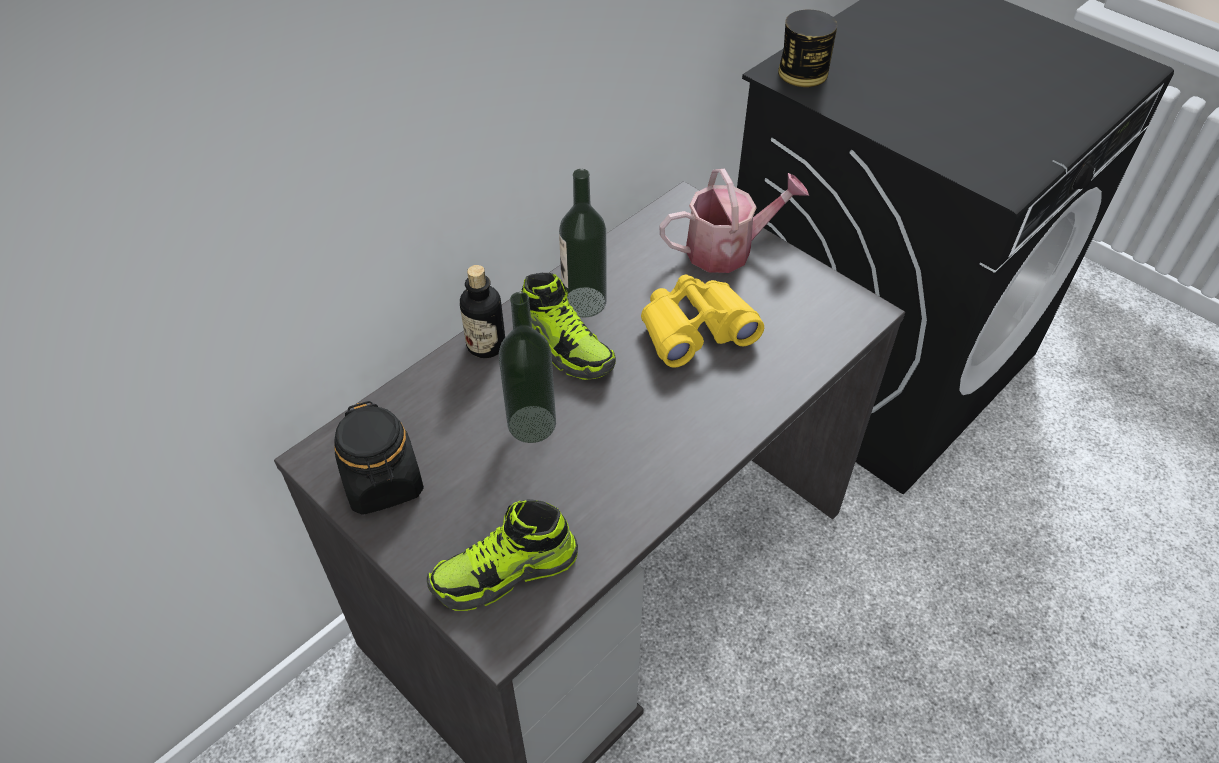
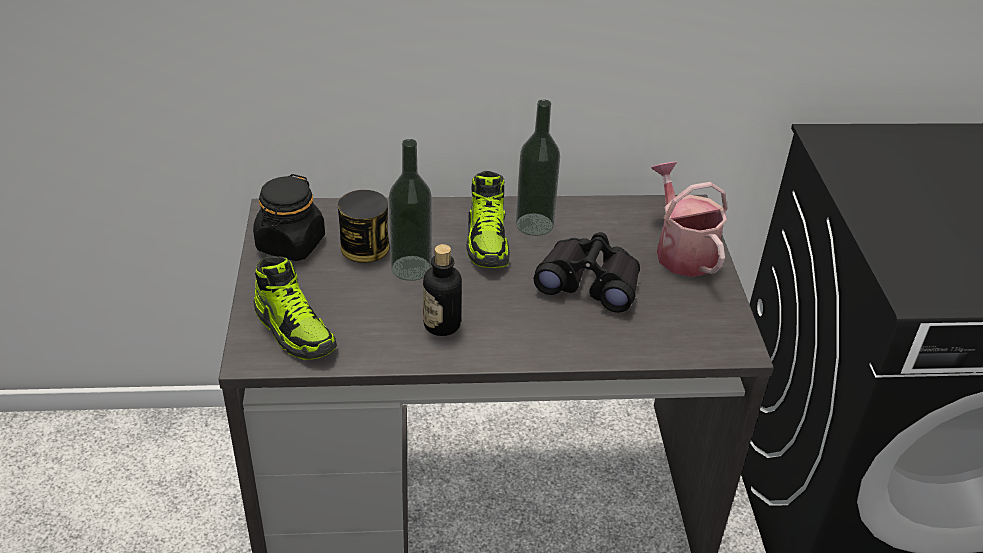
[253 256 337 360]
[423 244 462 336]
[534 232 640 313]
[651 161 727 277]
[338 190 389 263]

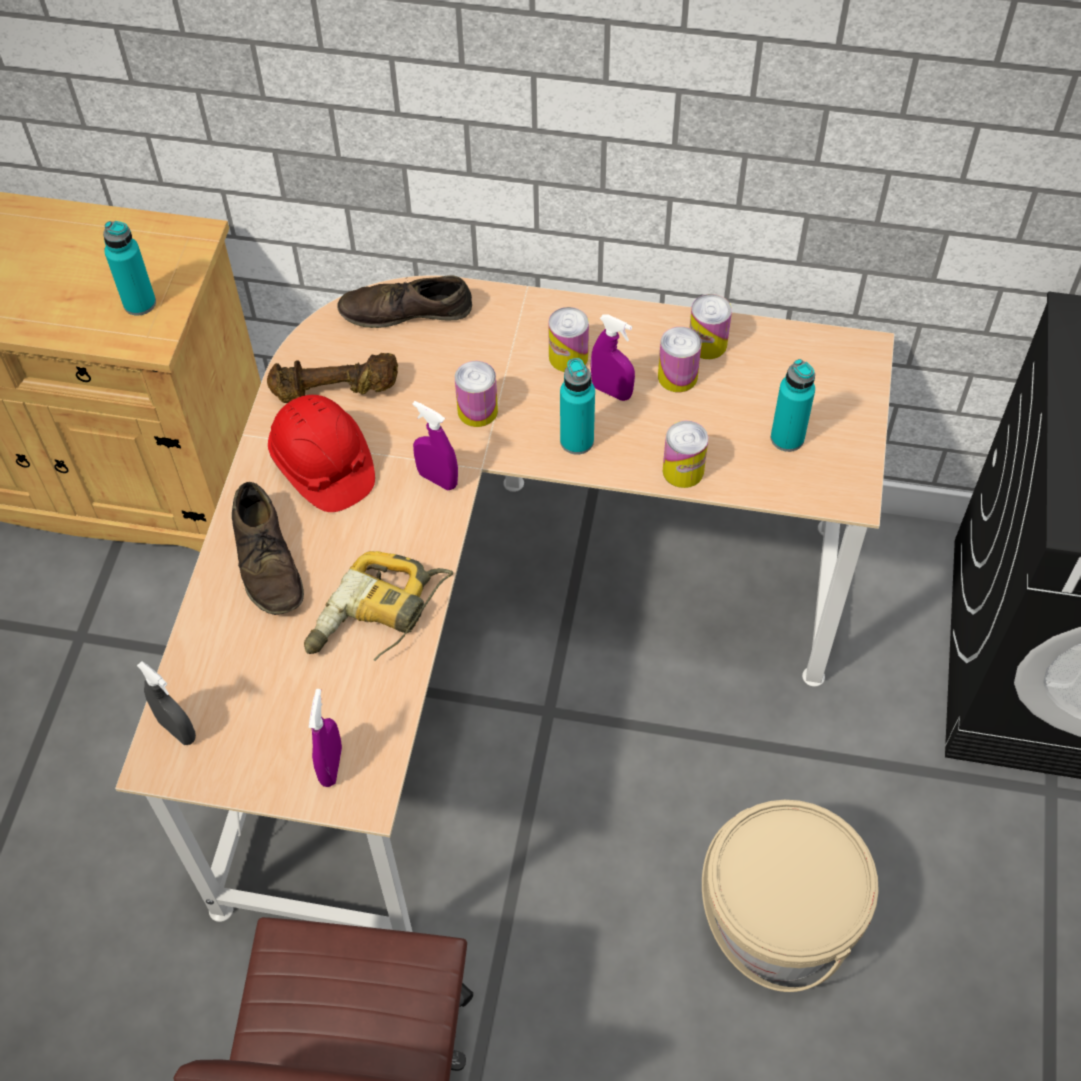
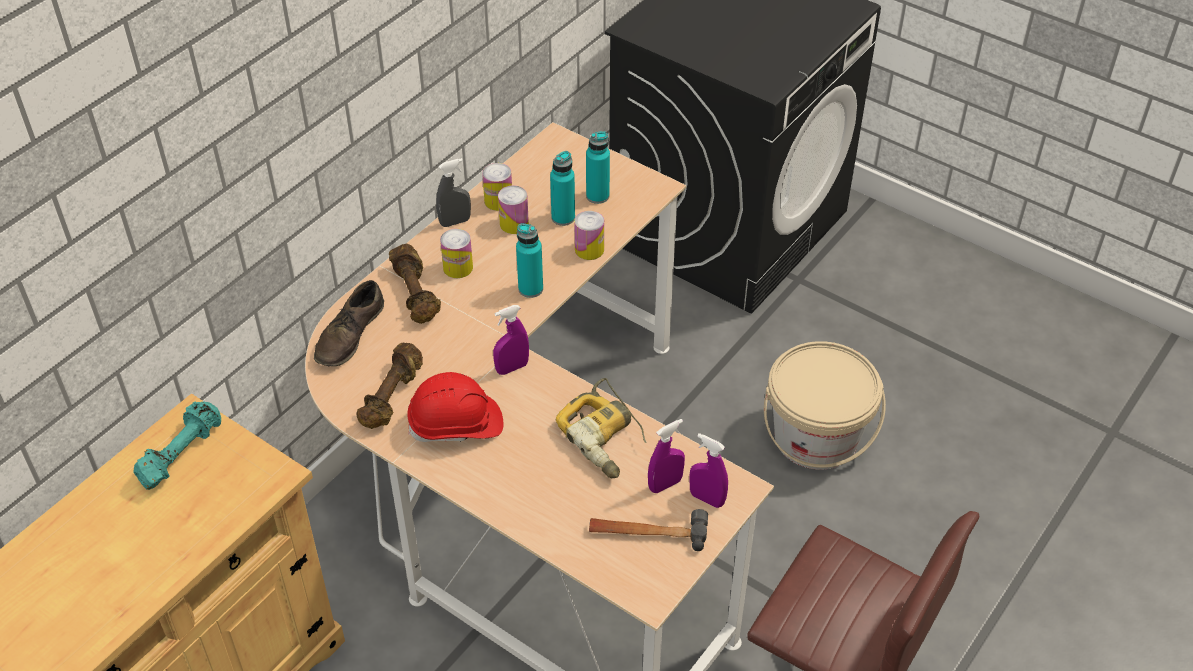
[550 151 575 226]
[436 158 471 227]
[232 482 304 615] (first image)
[455 361 498 427] (first image)
[648 419 685 493]
[133 402 221 490]
[389 244 441 324]
[589 509 708 551]

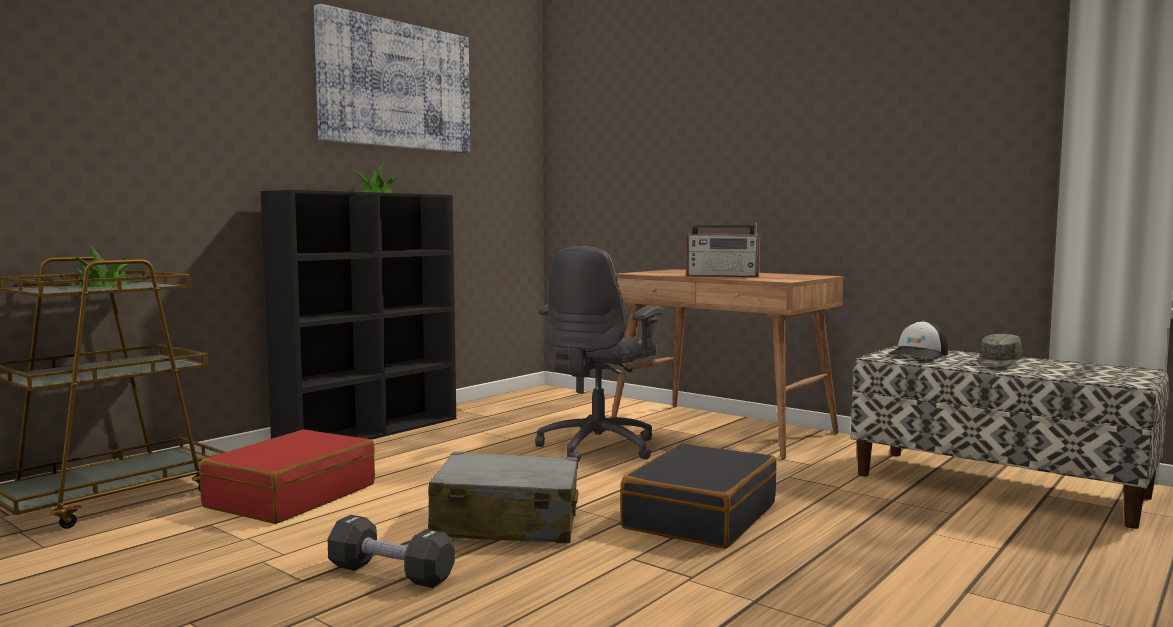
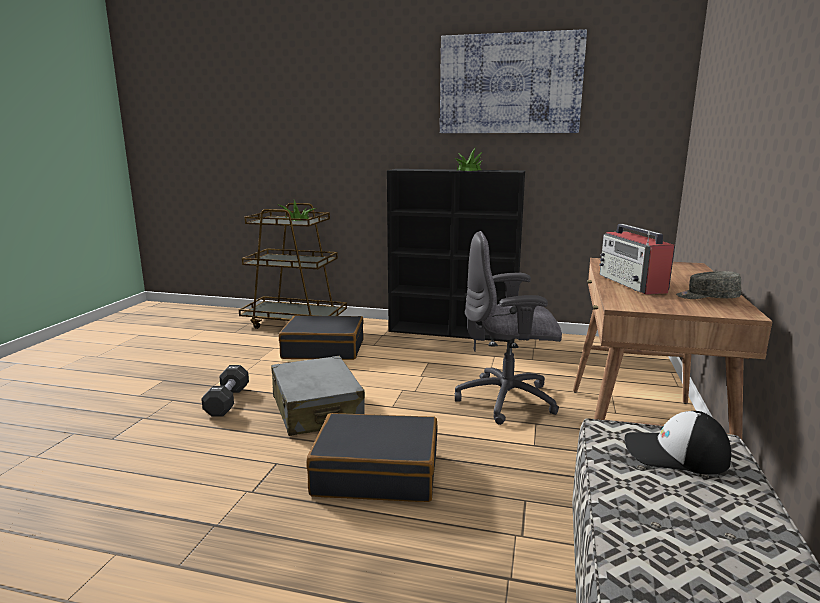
[279 316 364 360]
[676 271 741 299]

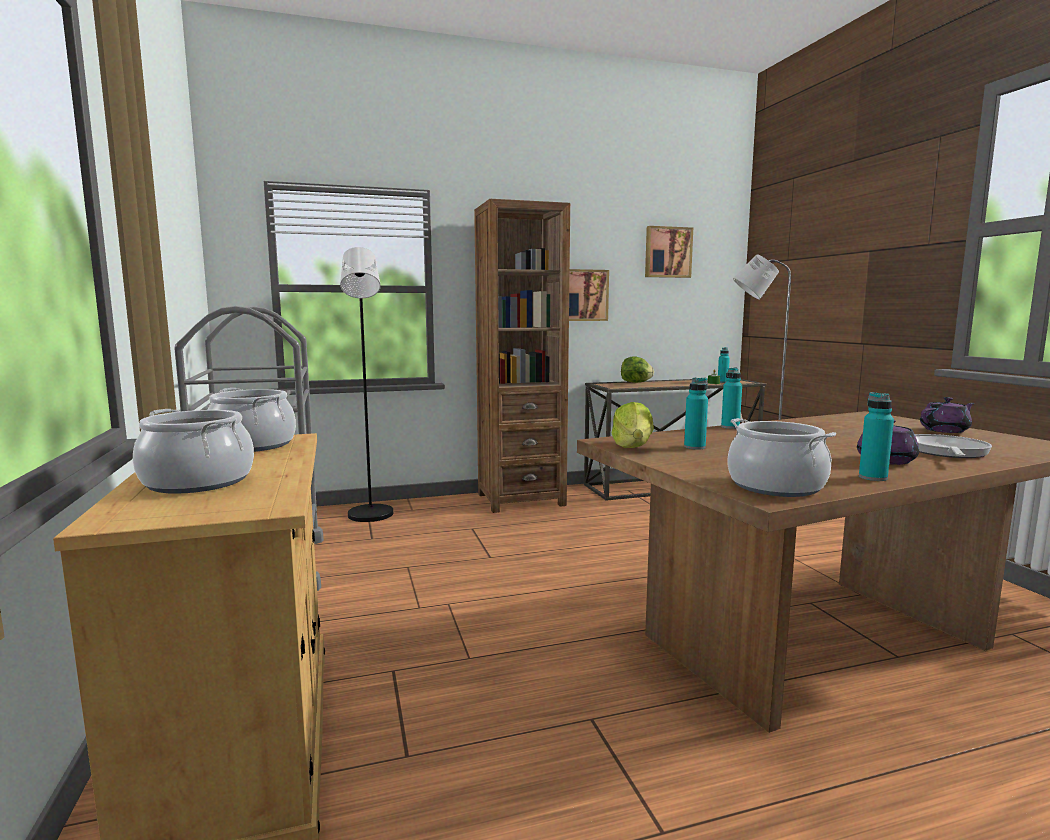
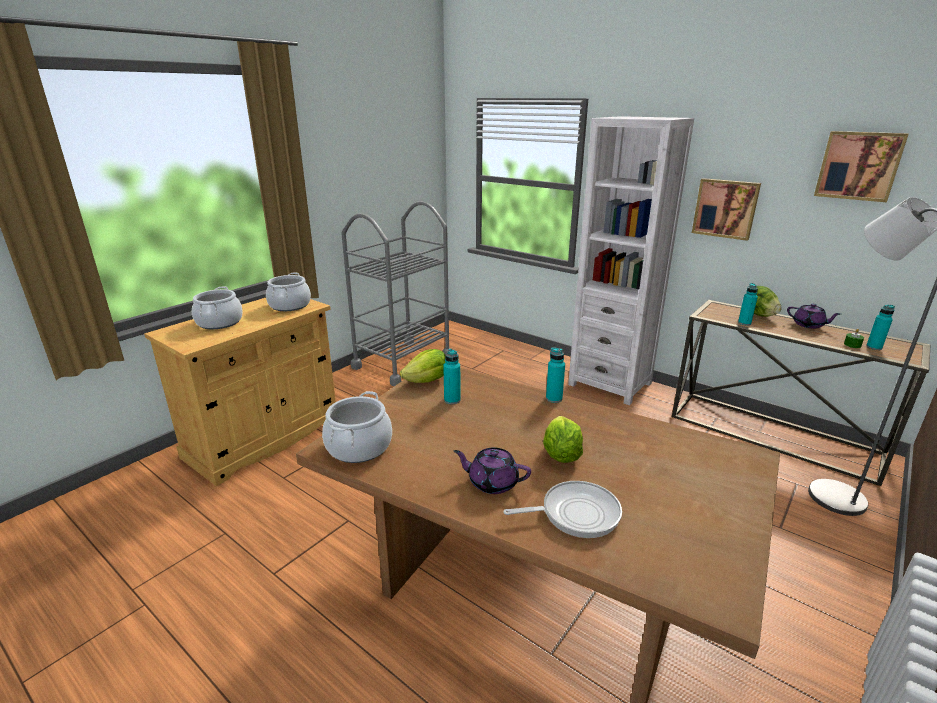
[340 247 393 522] (first image)
[568 116 694 405]
[738 283 758 326]
[787 304 841 329]
[543 416 583 463]

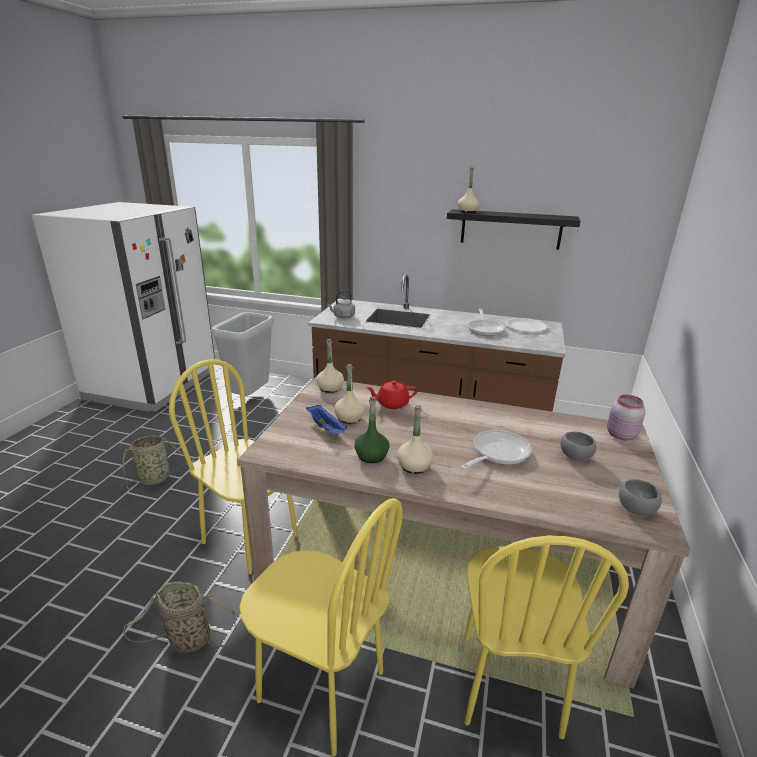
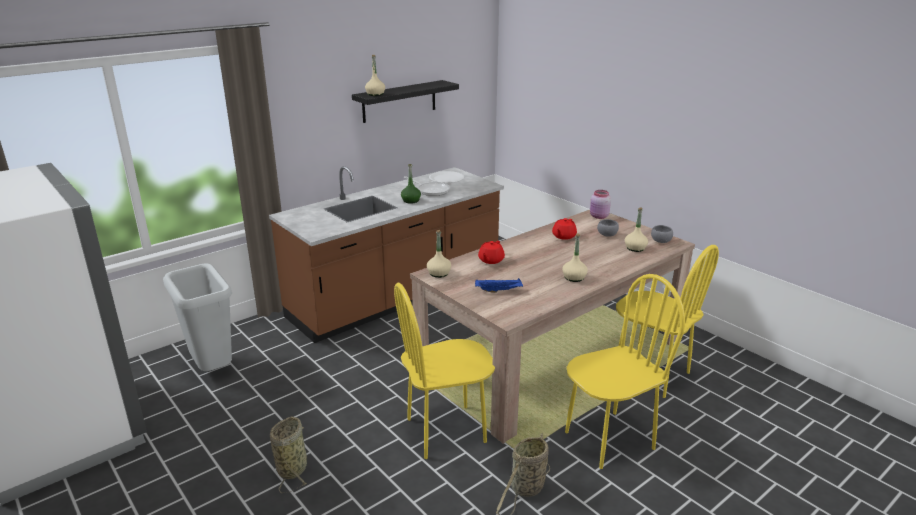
[327 290 355 319] (first image)
[625 207 648 252]
[401 164 421 204]
[460 430 532 470] (first image)
[552 218 577 240]

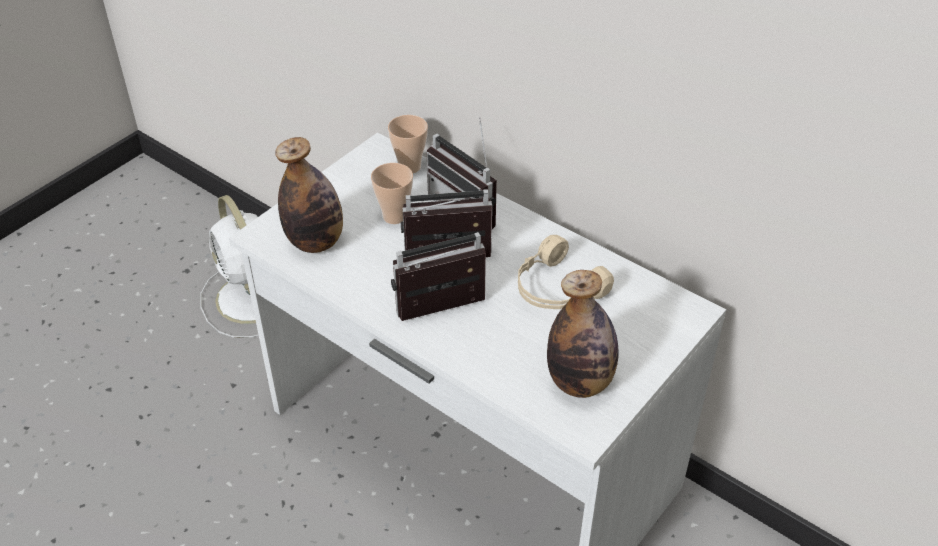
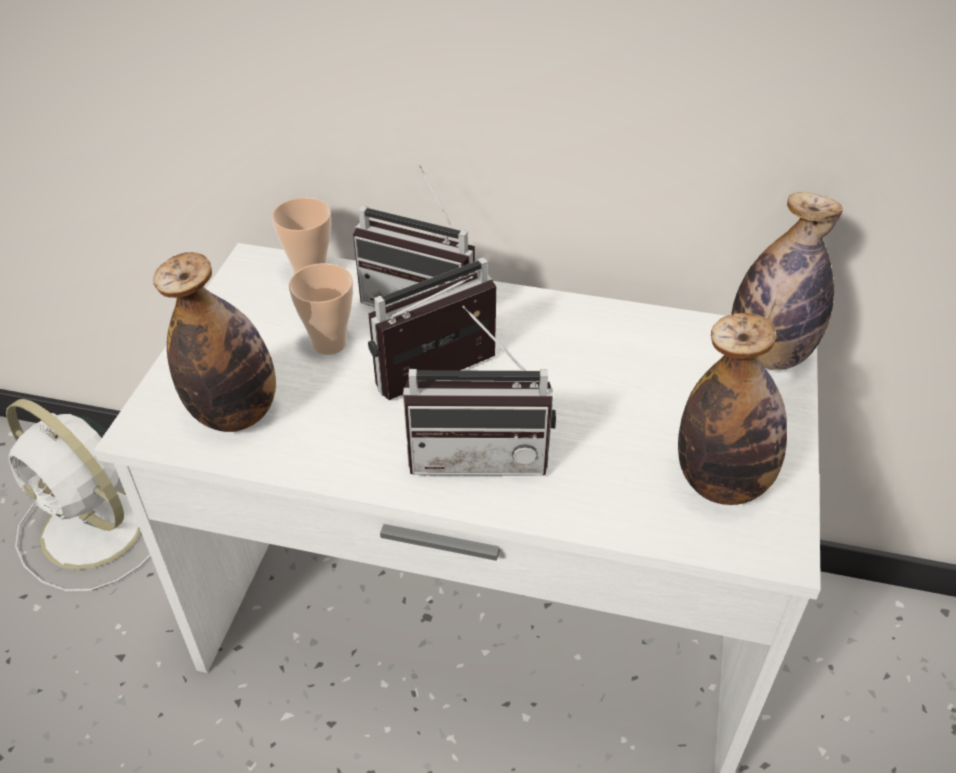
[403 305 556 476]
[518 235 614 309] (first image)
[731 192 843 370]

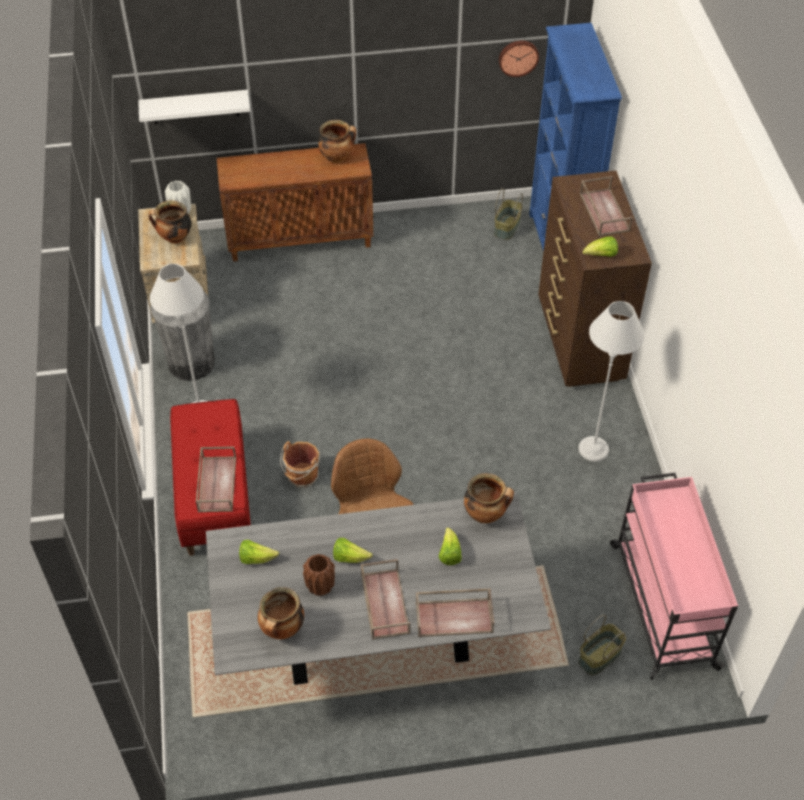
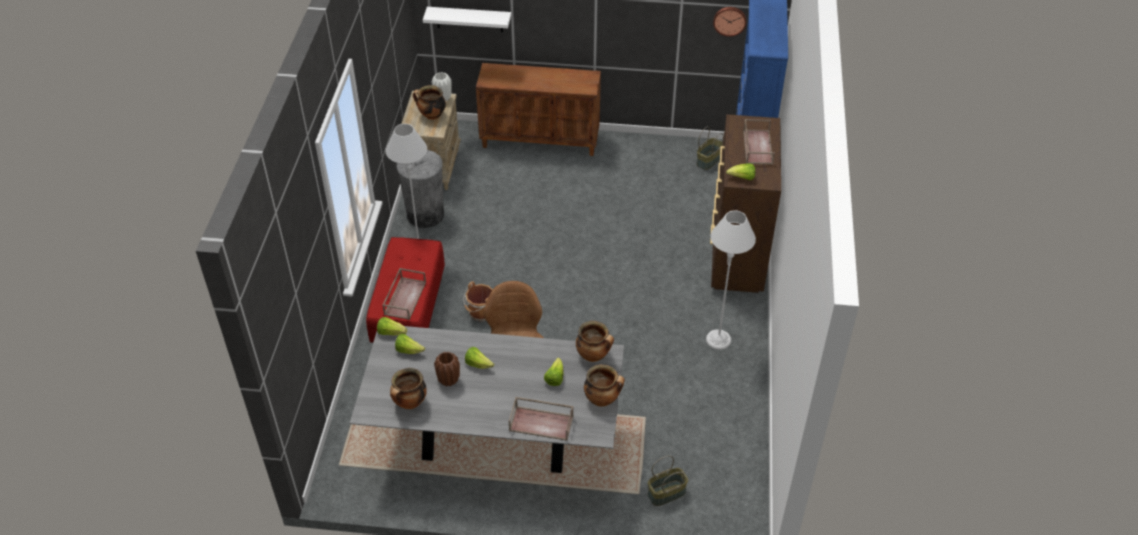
[584 364 625 407]
[361 559 410 640] (first image)
[610 473 738 680] (first image)
[377 317 407 336]

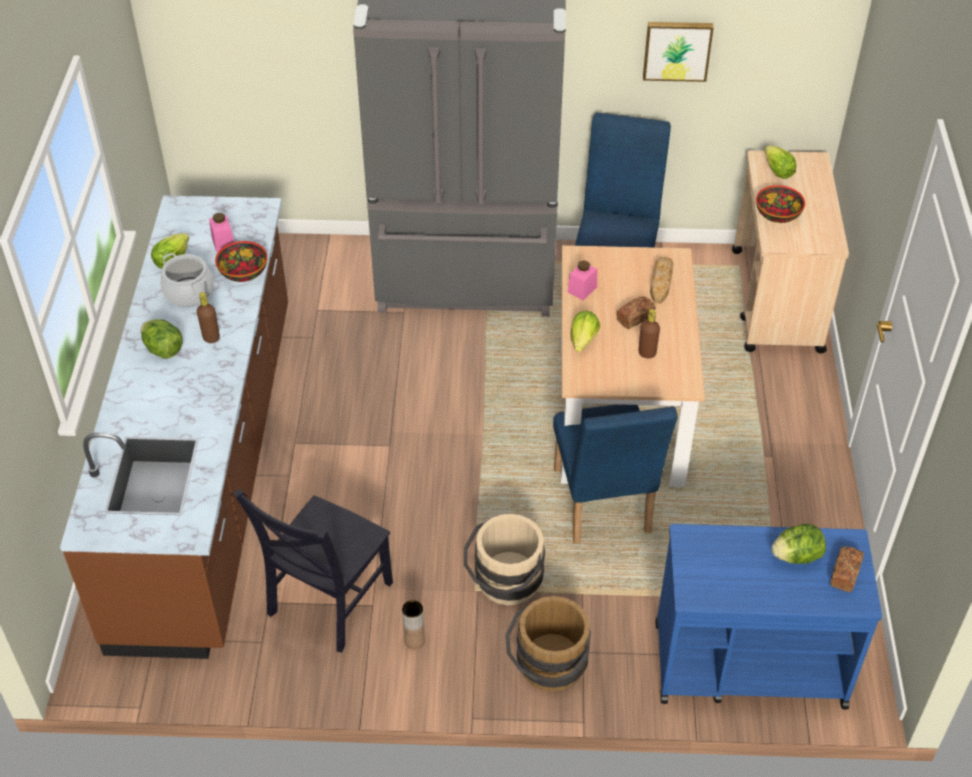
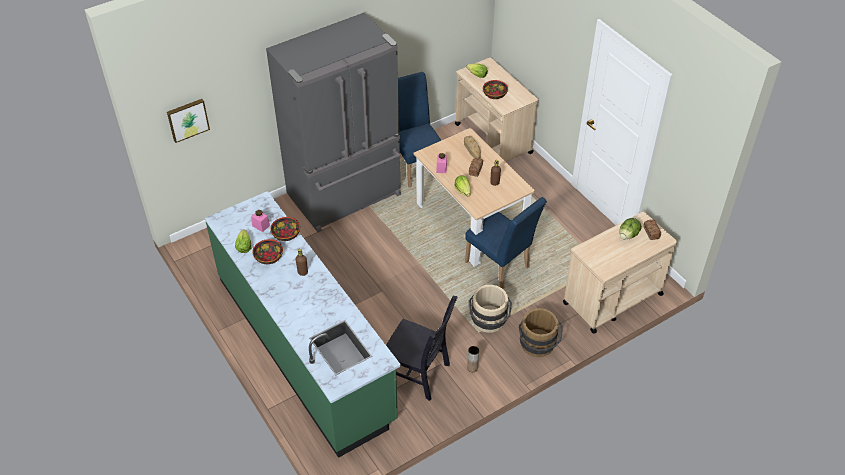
[205 191 401 458]
[141 319 183 359] (first image)
[253 239 283 264]
[386 296 458 401]
[167 99 210 143]
[563 211 677 334]

